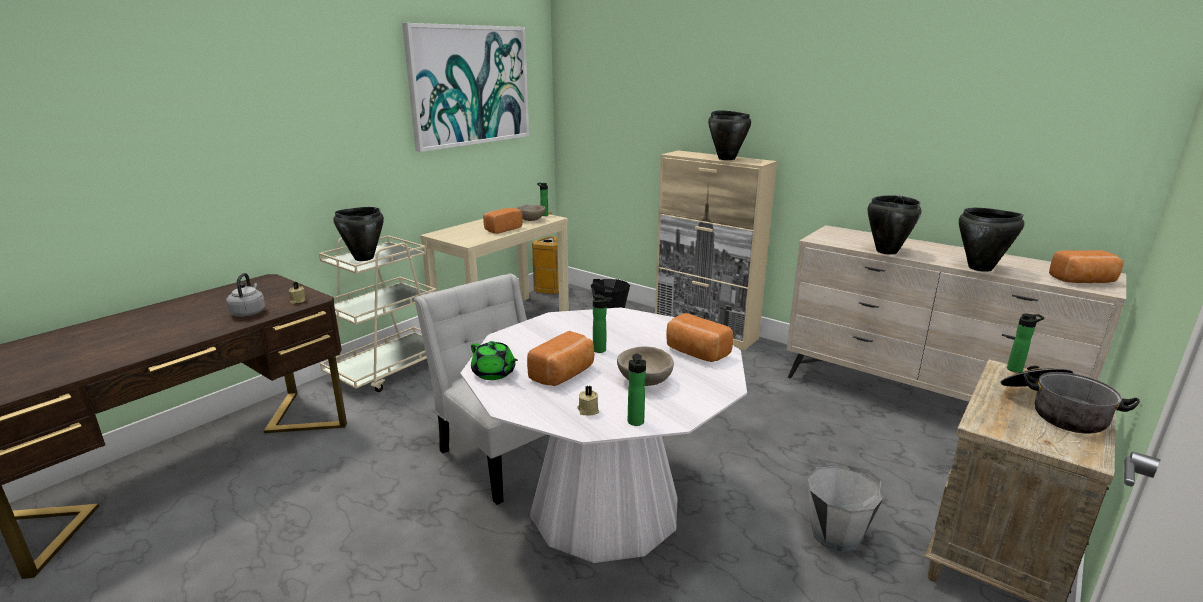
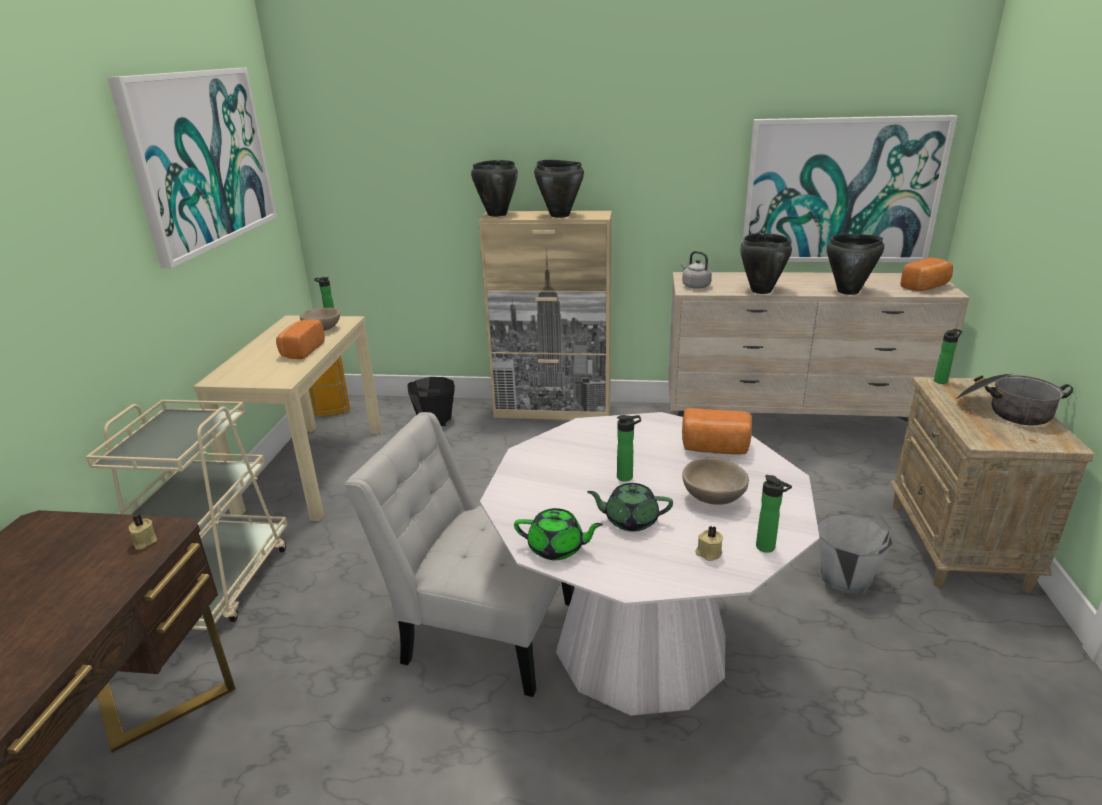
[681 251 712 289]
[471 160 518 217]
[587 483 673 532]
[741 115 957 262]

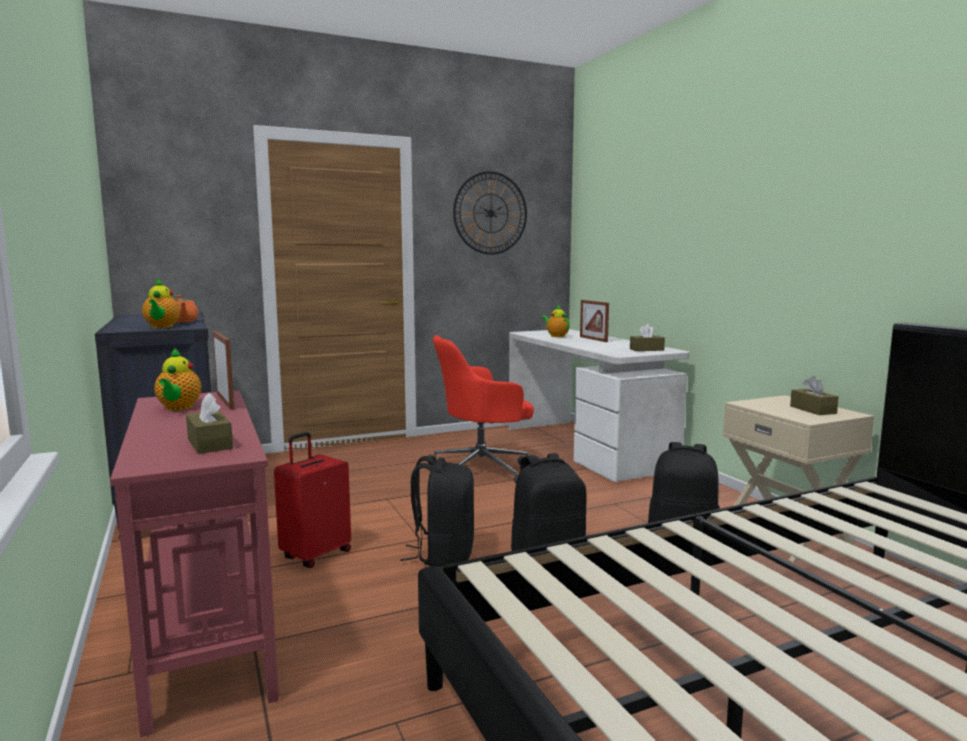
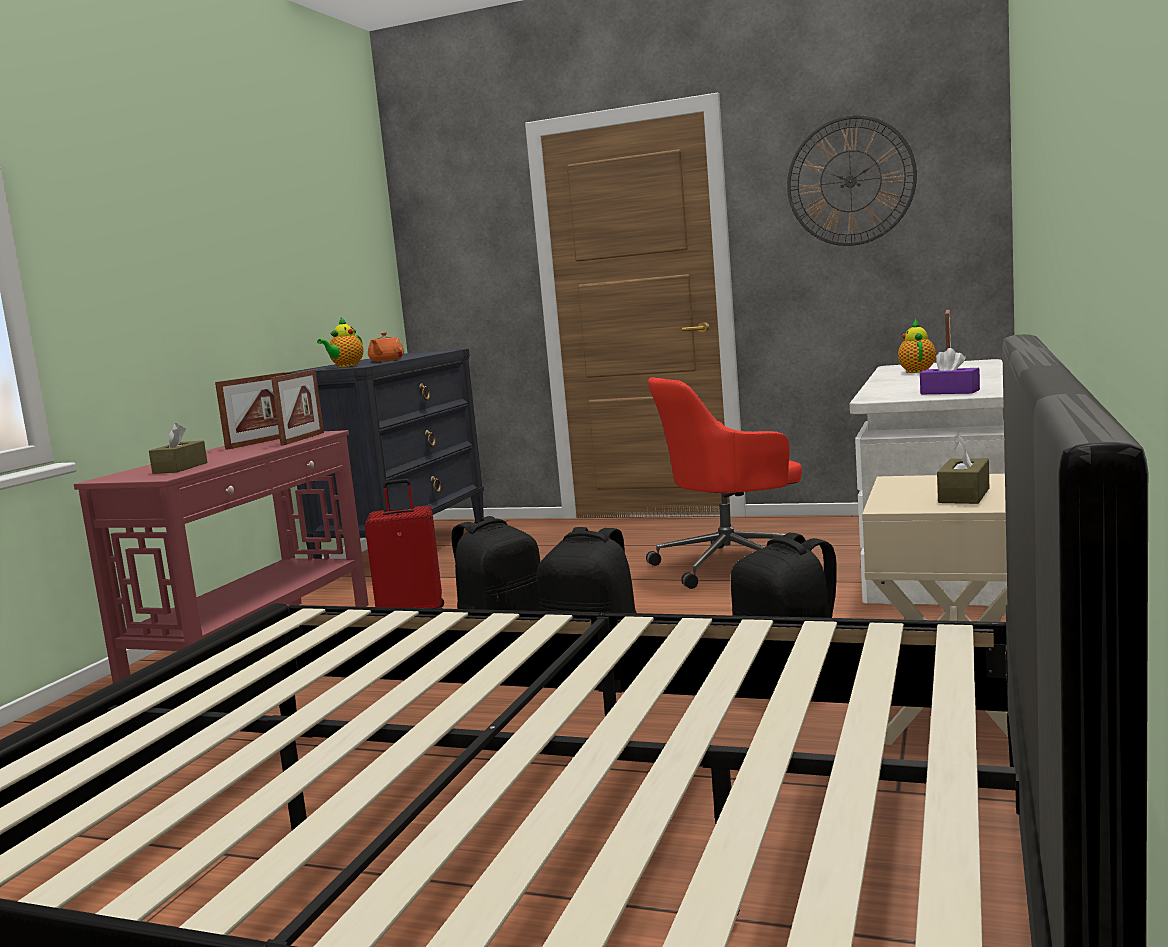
[215 372 285 450]
[646 377 802 589]
[920 348 980 394]

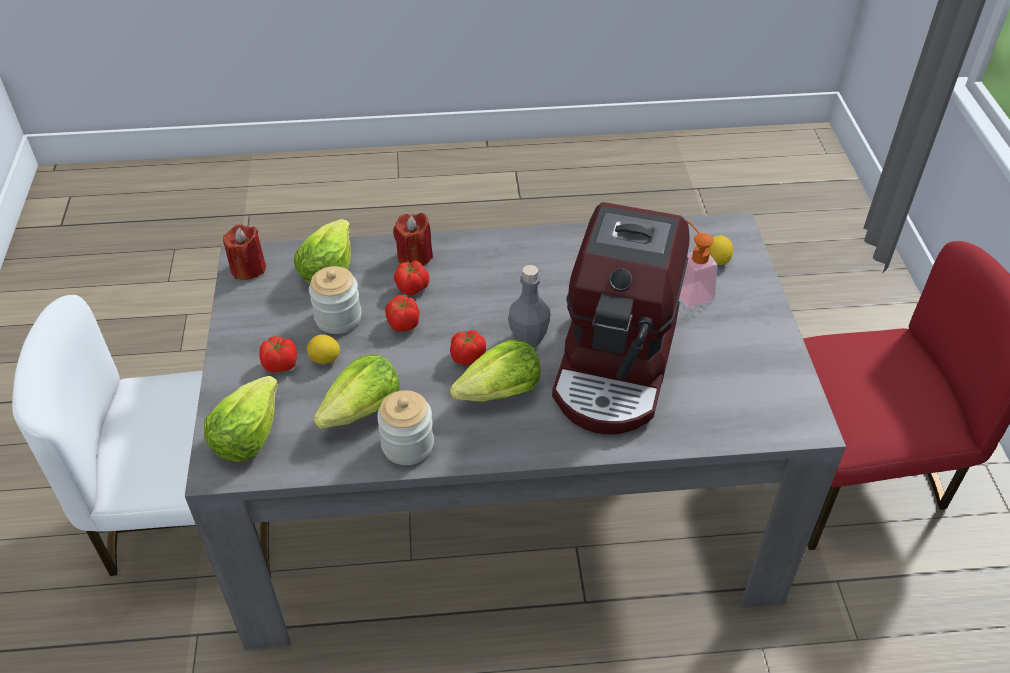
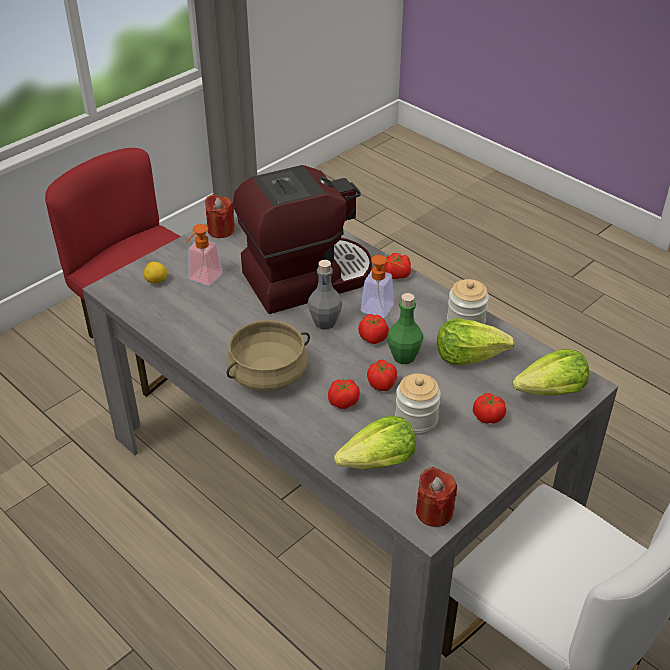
[307 334 340 364] (first image)
[205 194 235 238]
[361 255 405 318]
[226 320 310 392]
[384 253 411 279]
[387 293 423 364]

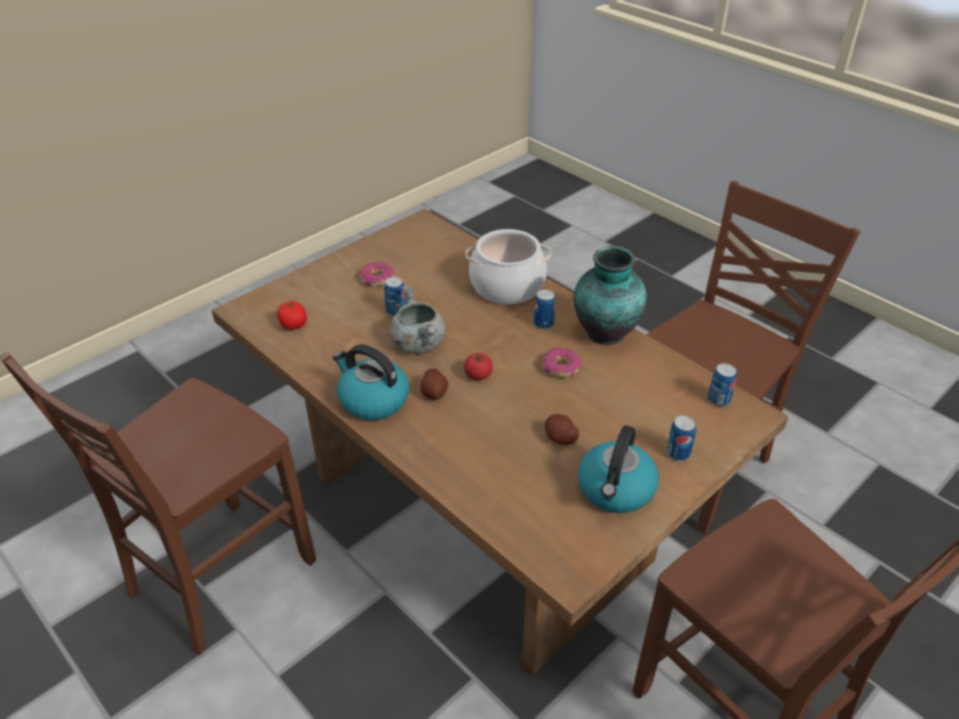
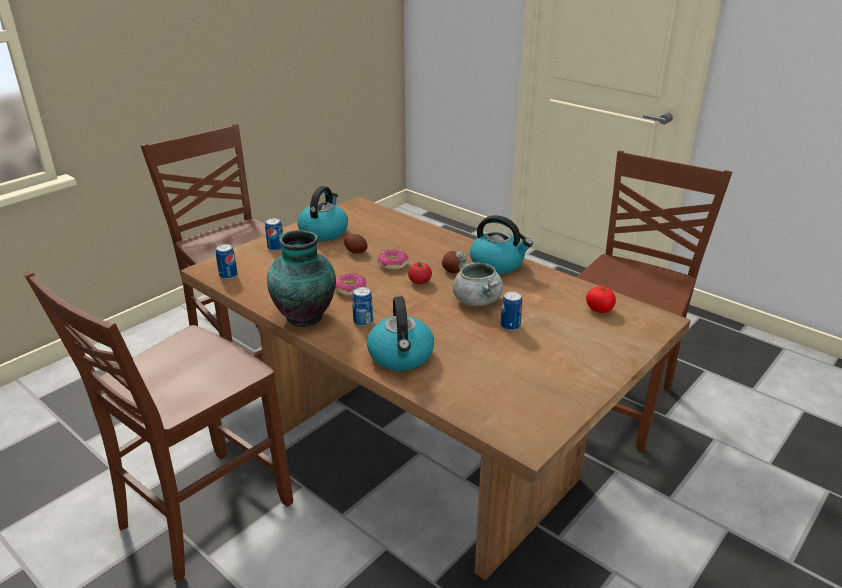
[378 249 409 270]
[367 296 434 371]

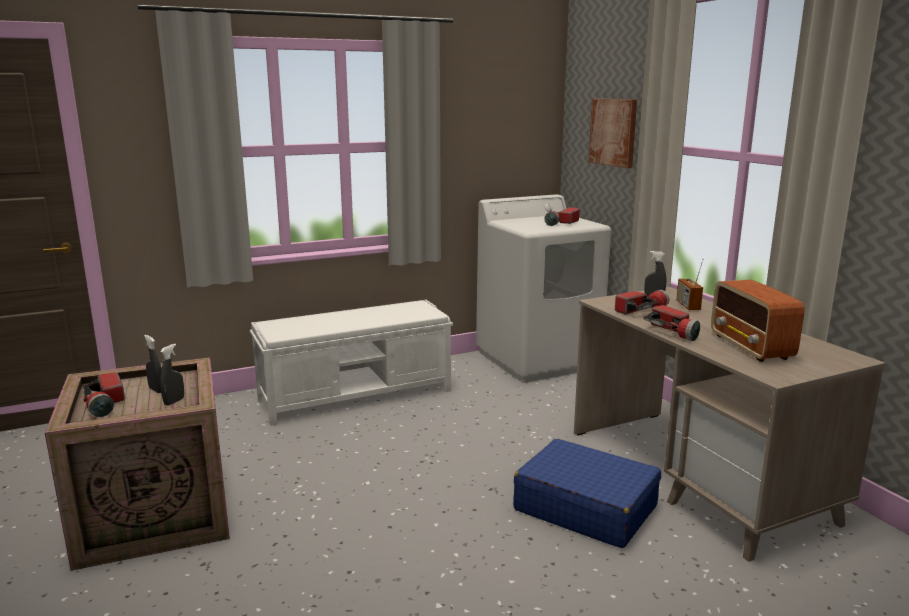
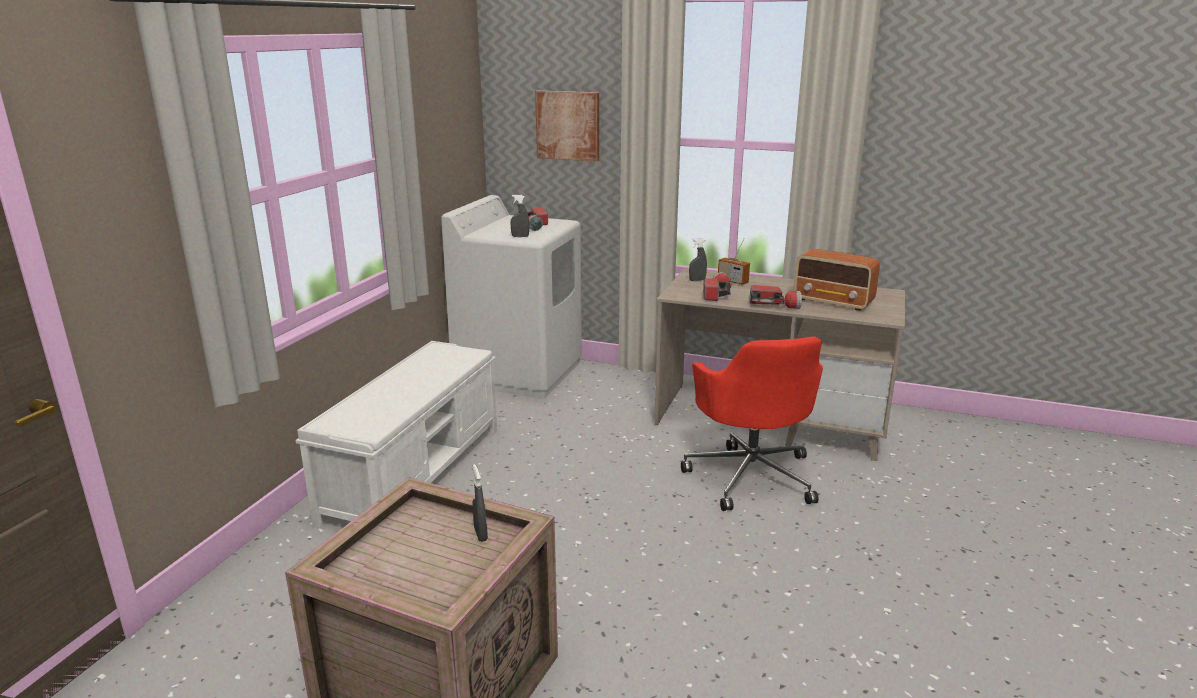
[83 372 125 417] (first image)
[510 195 529 237]
[681 336 823 511]

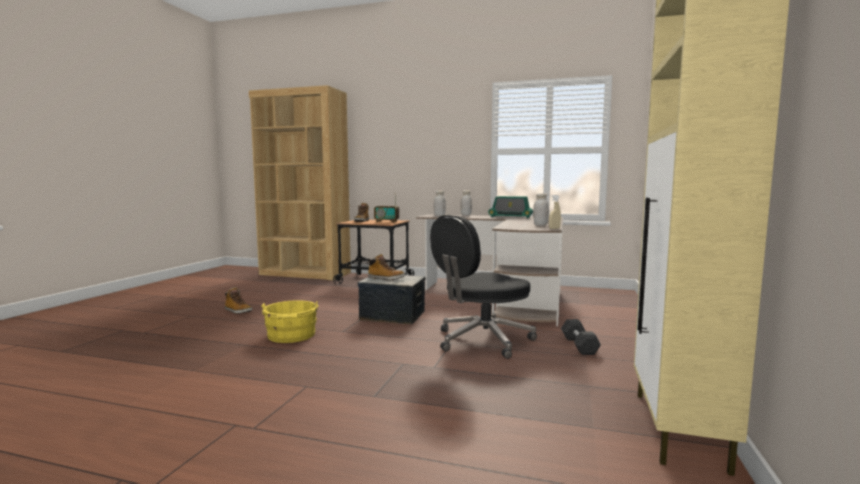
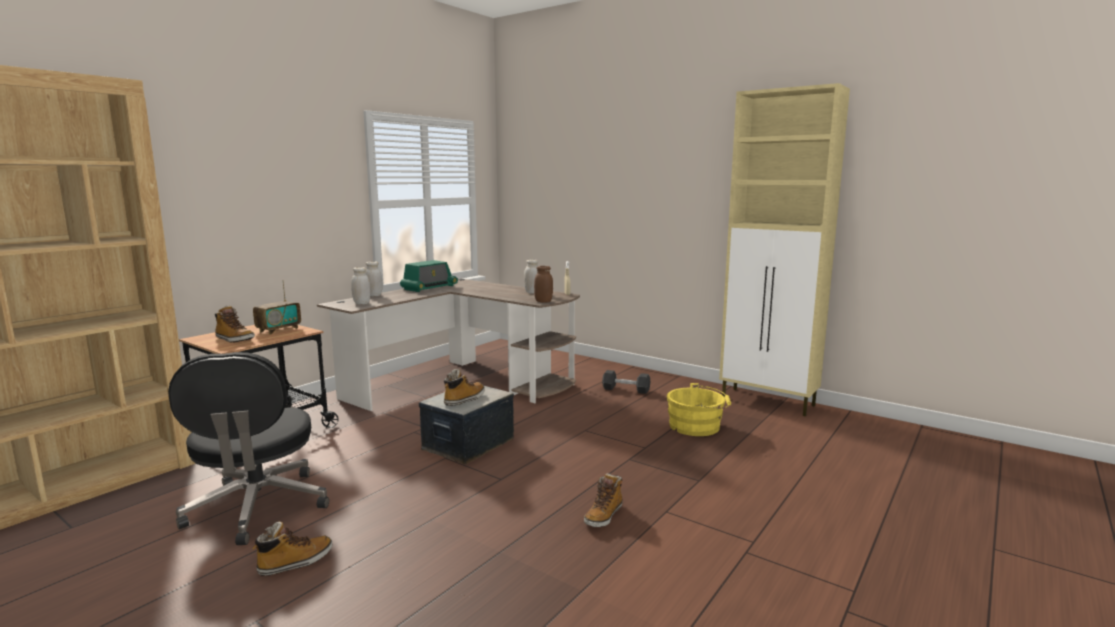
[667 383 731 436]
[168 352 329 545]
[534 266 553 303]
[584 474 623 527]

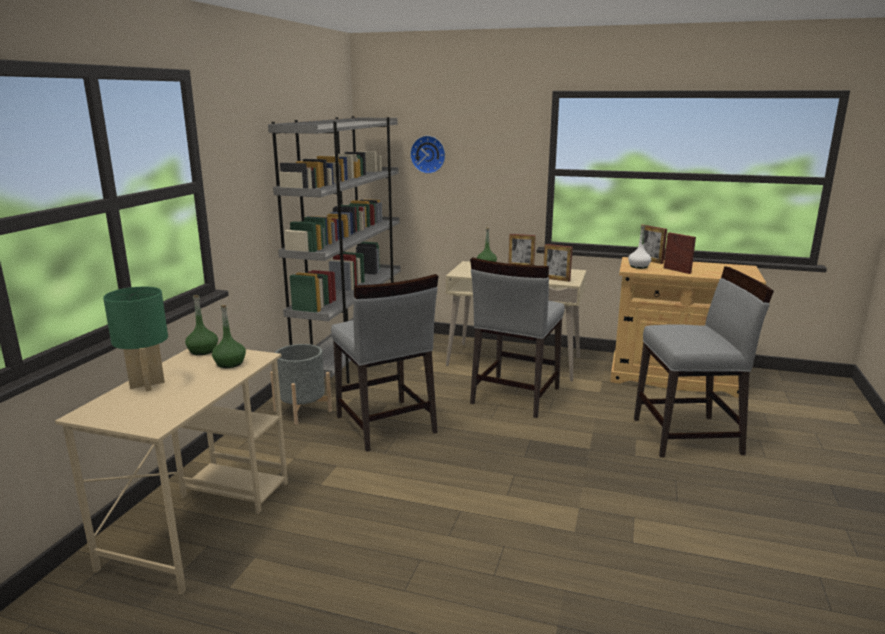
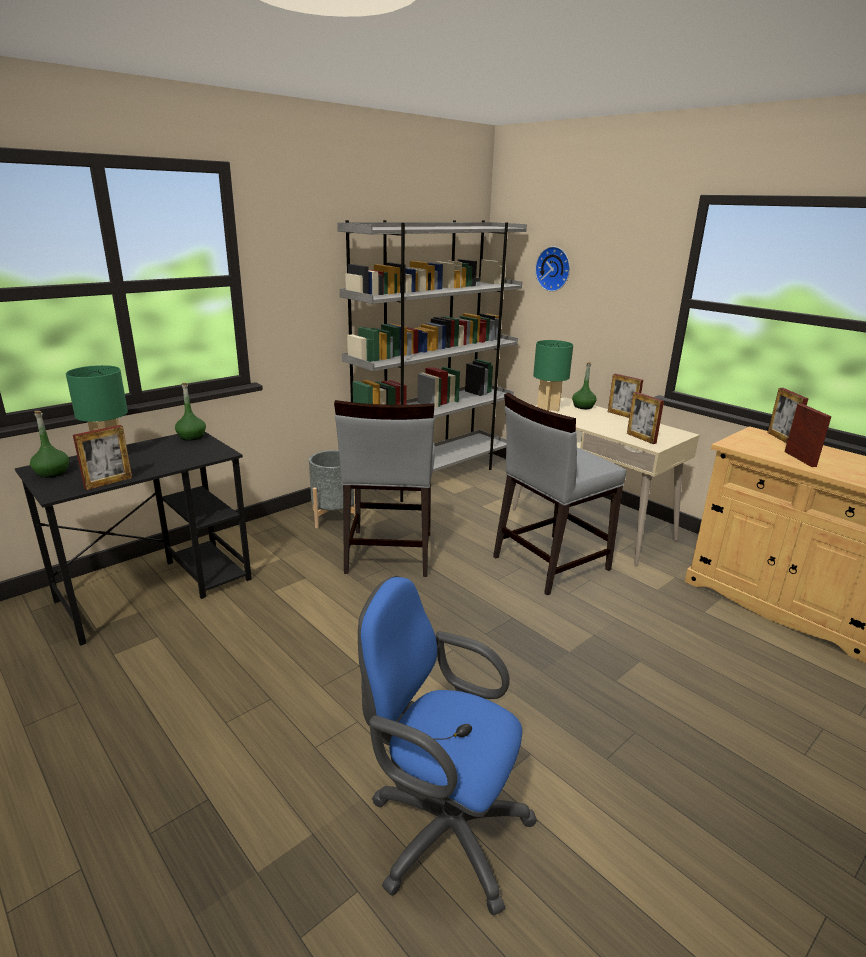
[15 432 252 646]
[30 411 69 478]
[628 224 651 269] (first image)
[634 266 774 458] (first image)
[73 425 132 490]
[358 576 537 915]
[533 340 573 411]

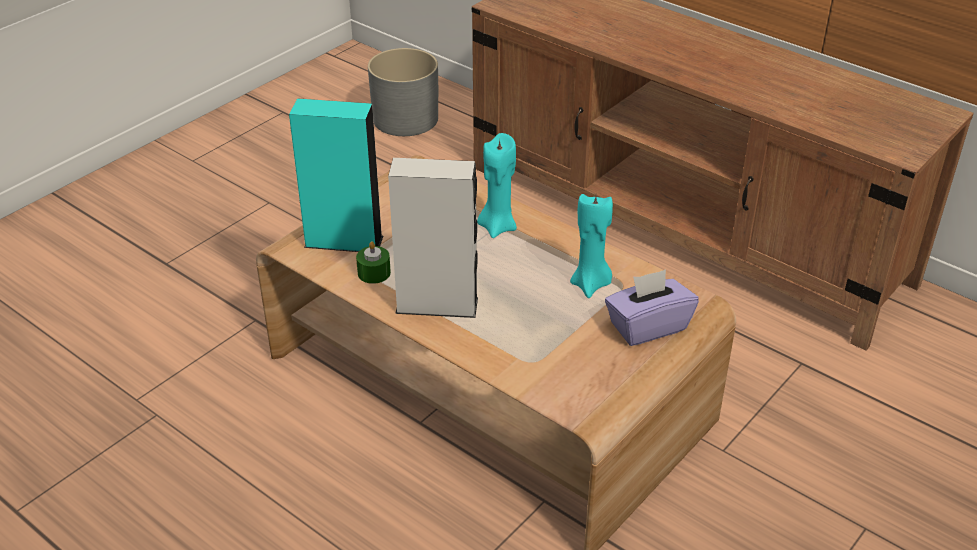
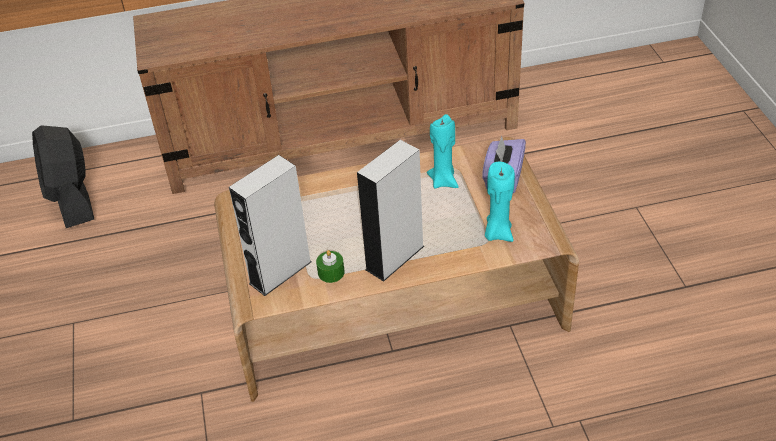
[229 155 312 296]
[32 125 94 228]
[485 162 515 242]

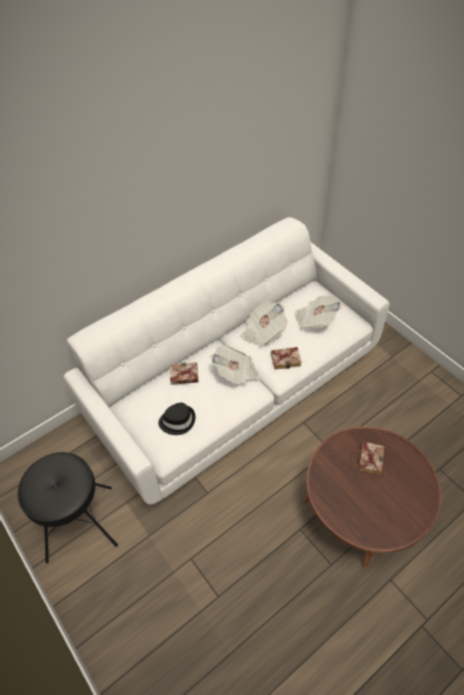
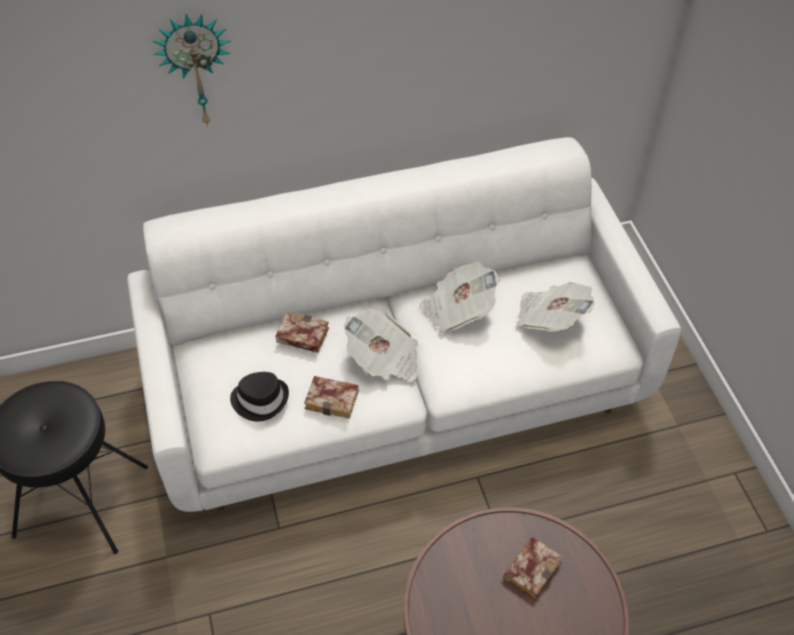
[304 376 359 419]
[153 14 231 126]

